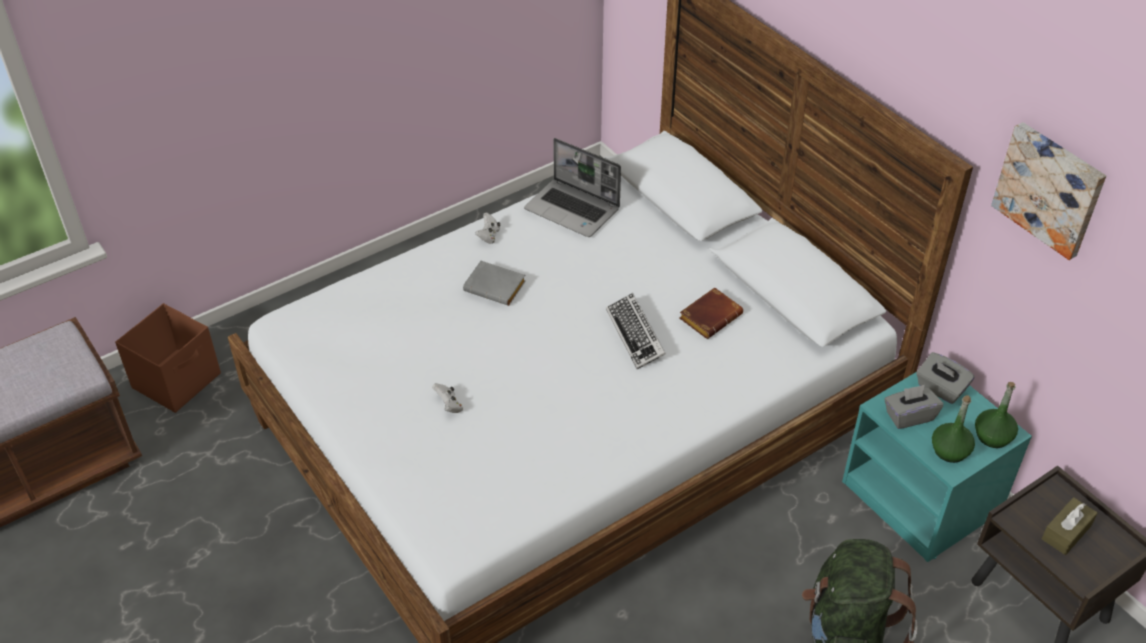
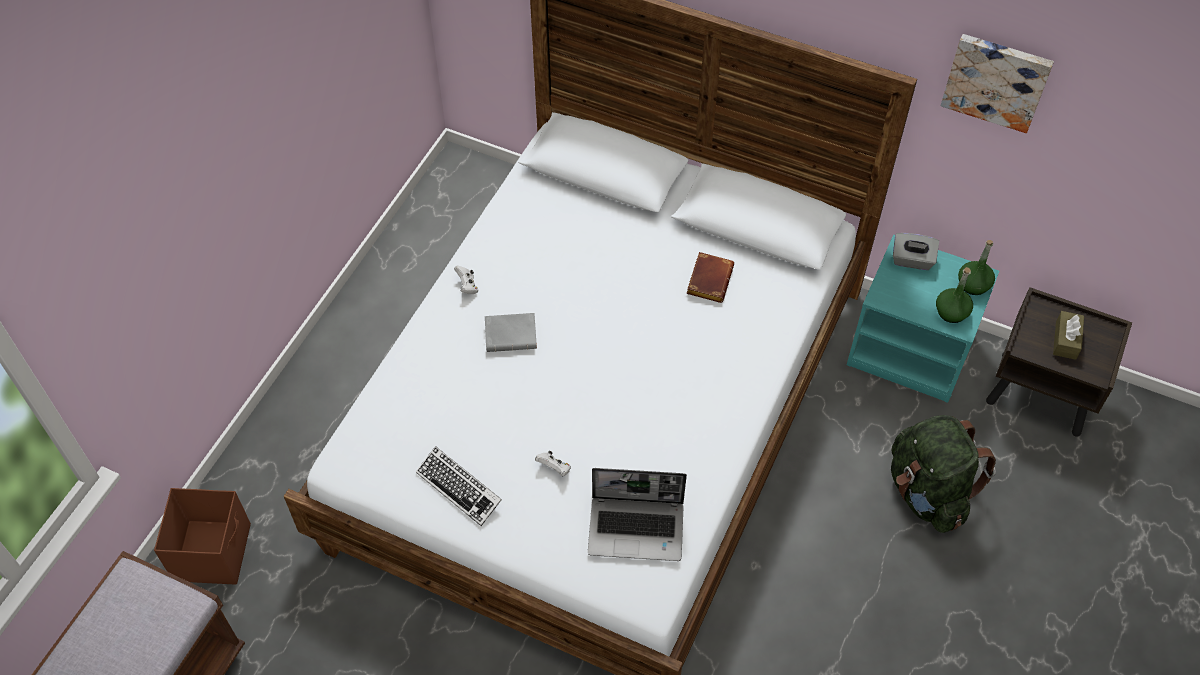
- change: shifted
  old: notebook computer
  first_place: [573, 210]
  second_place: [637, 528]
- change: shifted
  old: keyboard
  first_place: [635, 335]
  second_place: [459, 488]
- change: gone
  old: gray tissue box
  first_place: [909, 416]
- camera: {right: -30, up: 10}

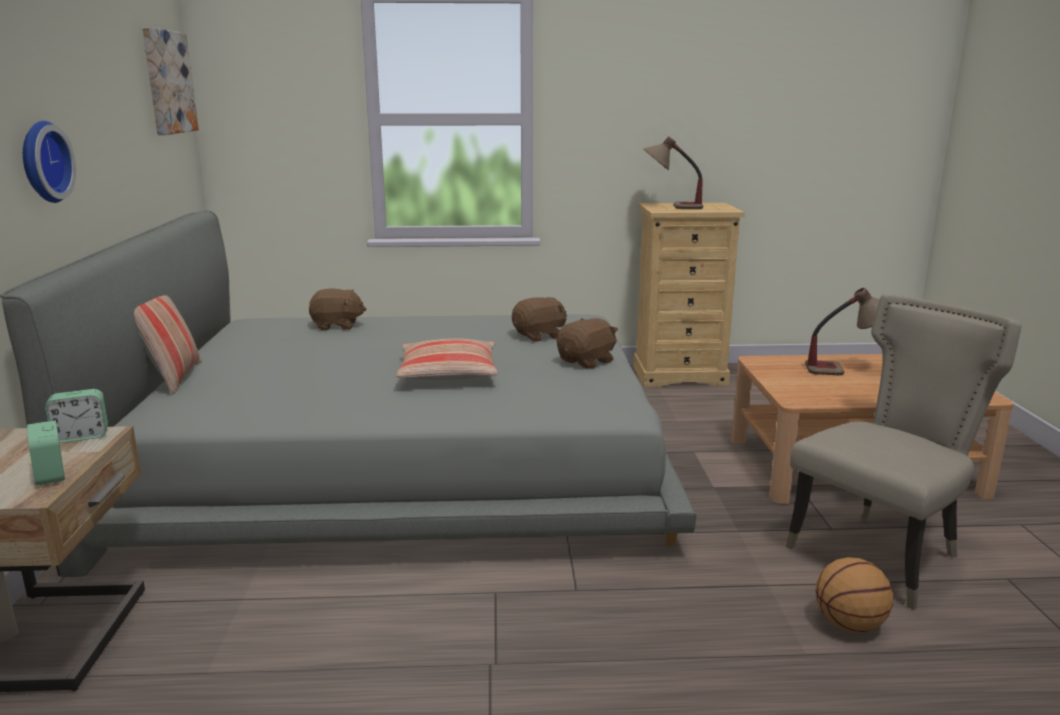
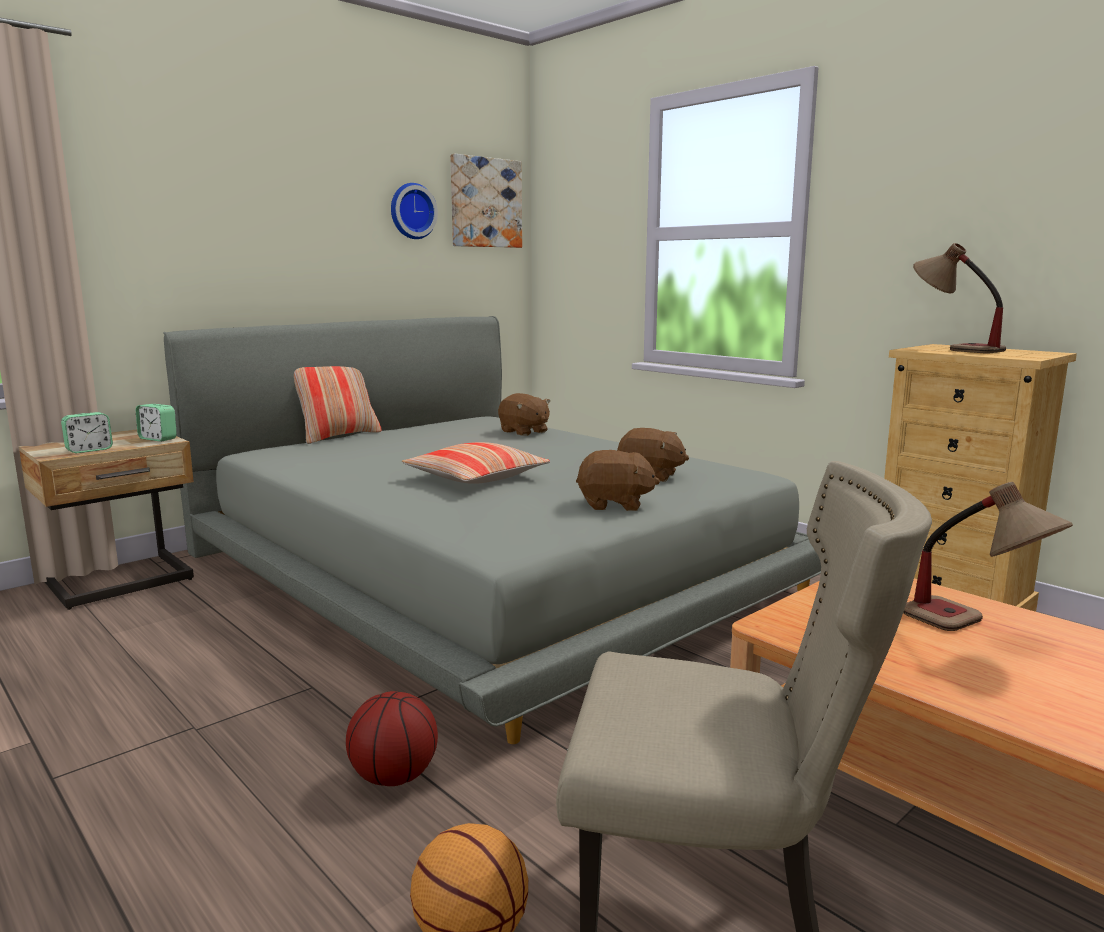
- change: shifted
  old: hanging clock
  first_place: [42, 162]
  second_place: [411, 211]
- change: rotated
  old: table clock
  first_place: [50, 475]
  second_place: [89, 450]
  degrees: -150
- change: new
  new: basketball
  second_place: [394, 777]
- camera: {right: 50, up: -5}

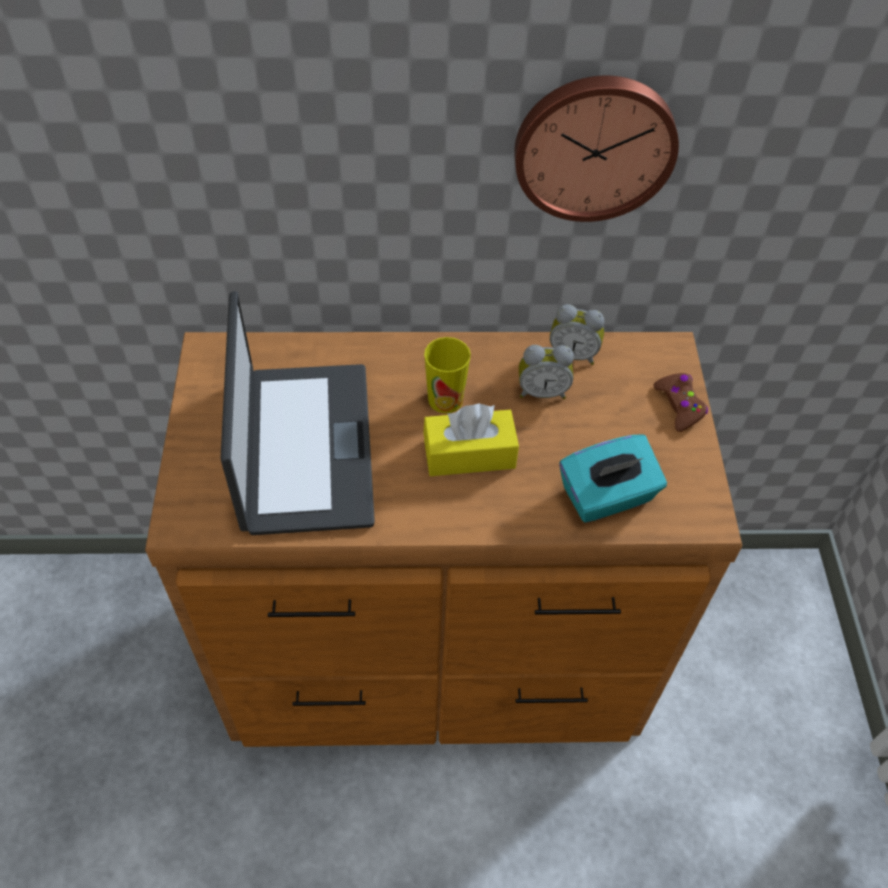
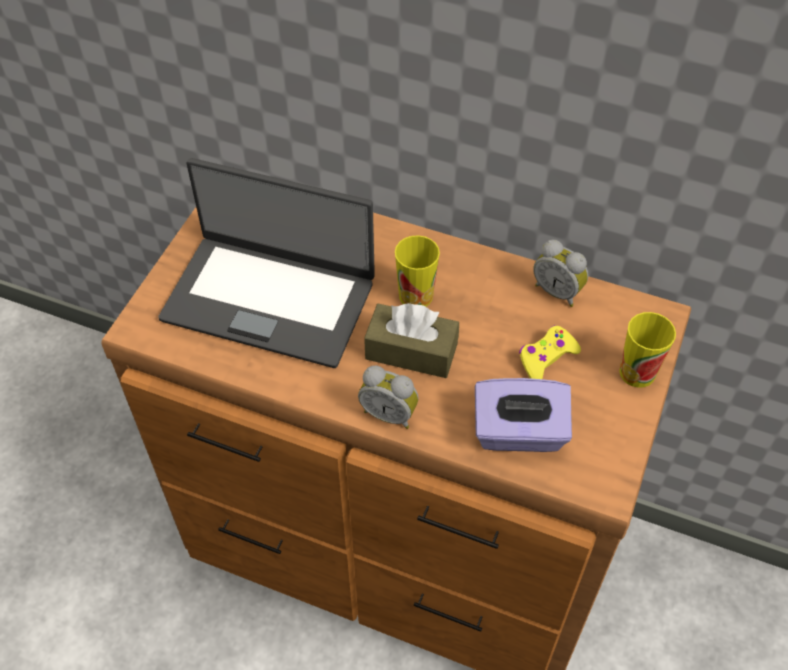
- change: rotated
  old: notebook computer
  first_place: [303, 448]
  second_place: [270, 298]
  degrees: 90
- change: repainted
  old: yellow tissue box
  new: brownish tissue box
  first_place: [469, 454]
  second_place: [411, 351]
- change: gone
  old: hanging clock
  first_place: [594, 146]
- change: shifted
  old: table clock
  first_place: [542, 391]
  second_place: [389, 413]
- change: repainted
  old: turquoise-coloured tissue box
  new: purple-coloured tissue box
  first_place: [607, 496]
  second_place: [519, 433]
- change: swapped
  old: brownish game controller
  new: drinking cup
  first_place: [679, 405]
  second_place: [637, 372]
- change: new
  new: yellow game controller
  second_place: [546, 358]
- camera: {right: 25, up: 0}

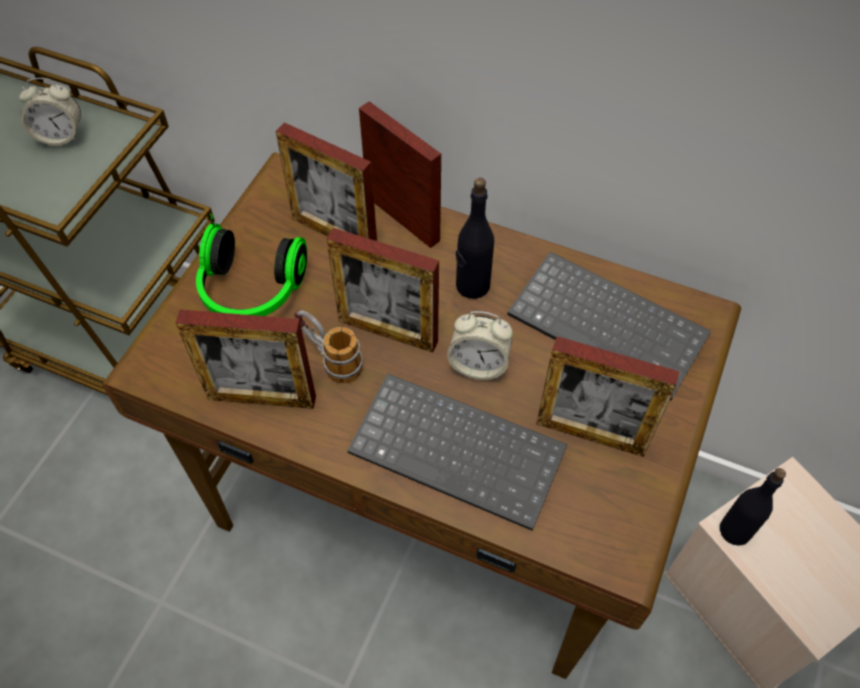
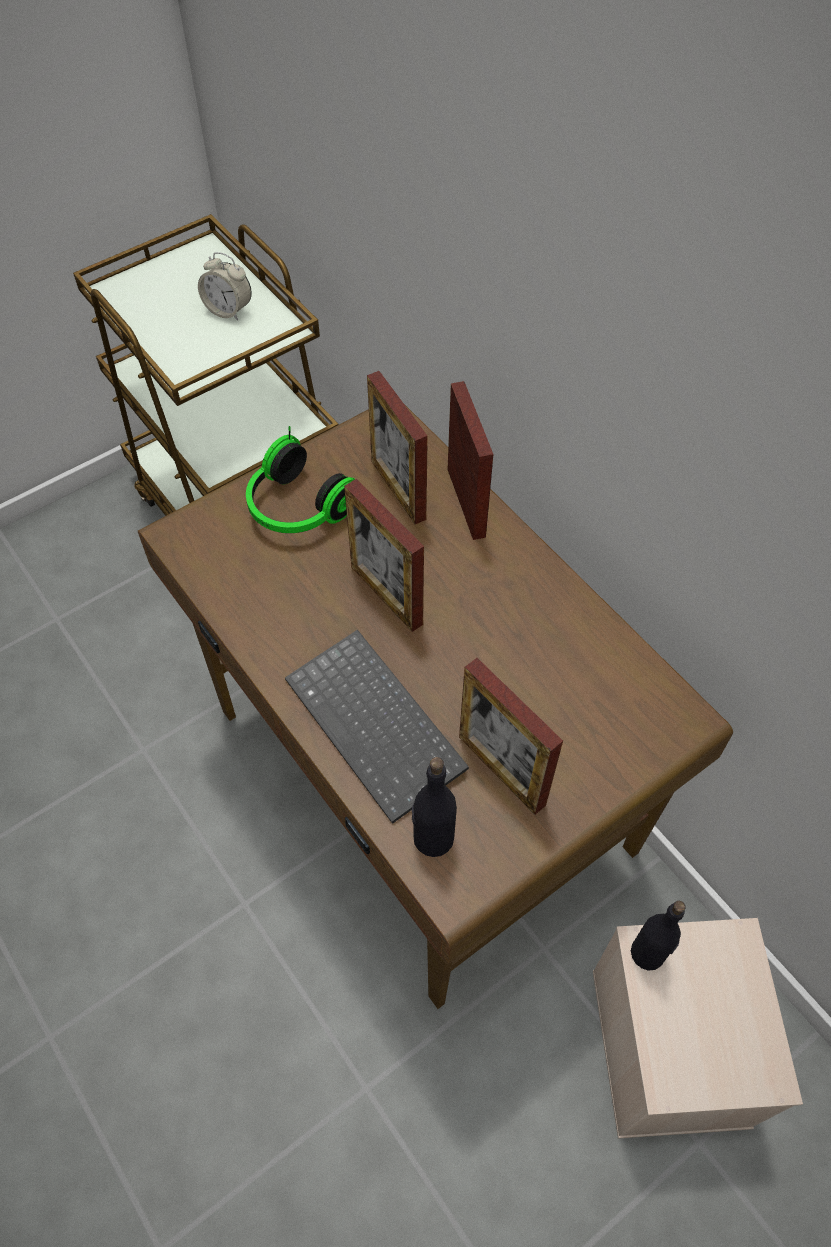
- change: gone
  old: photo frame
  first_place: [262, 397]
- change: gone
  old: mug
  first_place: [330, 360]
- change: gone
  old: table clock
  first_place: [478, 364]
- change: shifted
  old: black-coloured beverage bottle
  first_place: [472, 285]
  second_place: [433, 838]
- change: gone
  old: keyboard
  first_place: [610, 325]
- camera: {right: 30, up: 0}

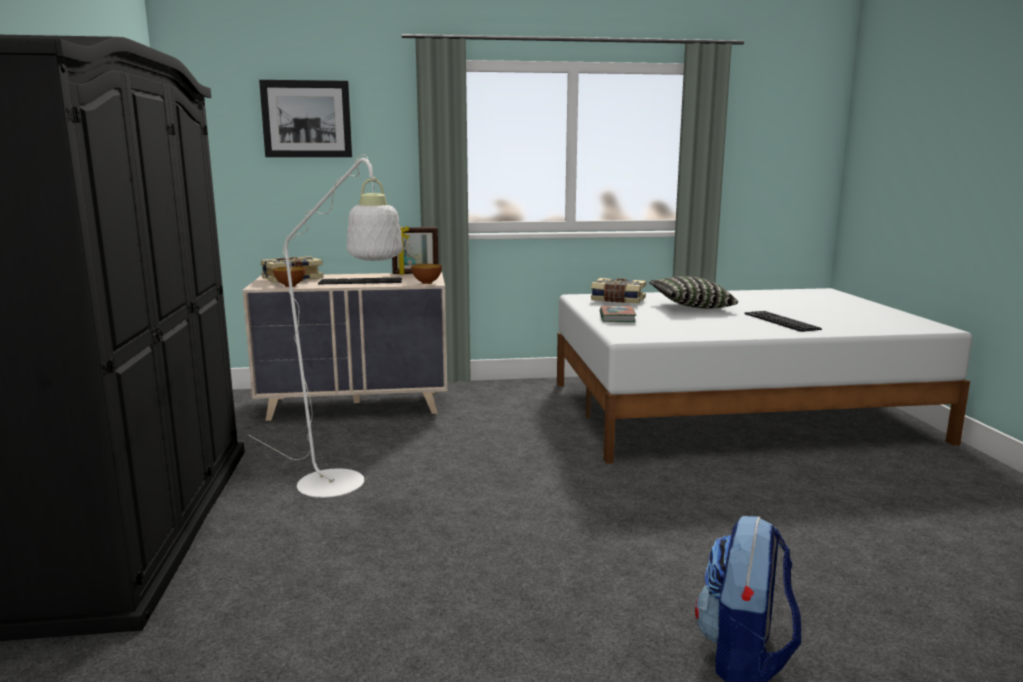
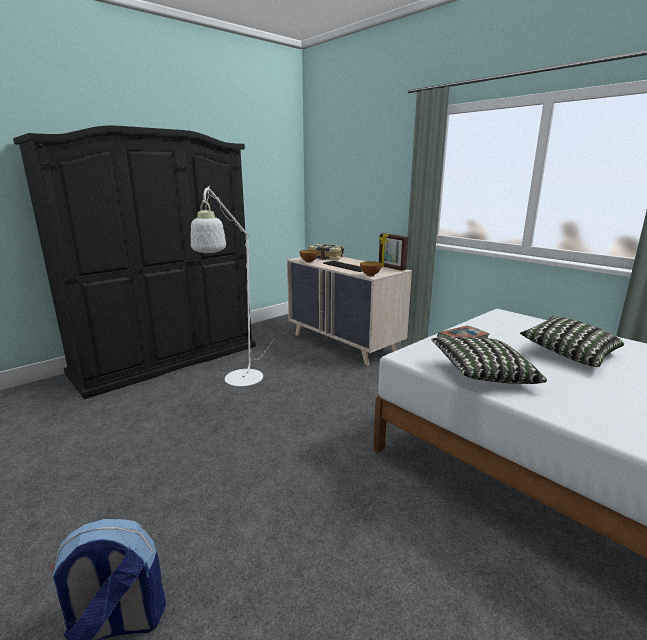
- change: gone
  old: picture
  first_place: [306, 119]
- change: gone
  old: bound book
  first_place: [618, 300]
- change: gone
  old: keyboard
  first_place: [781, 321]
- change: new
  new: cushion
  second_place: [481, 375]
- camera: {right: 55, up: 5}

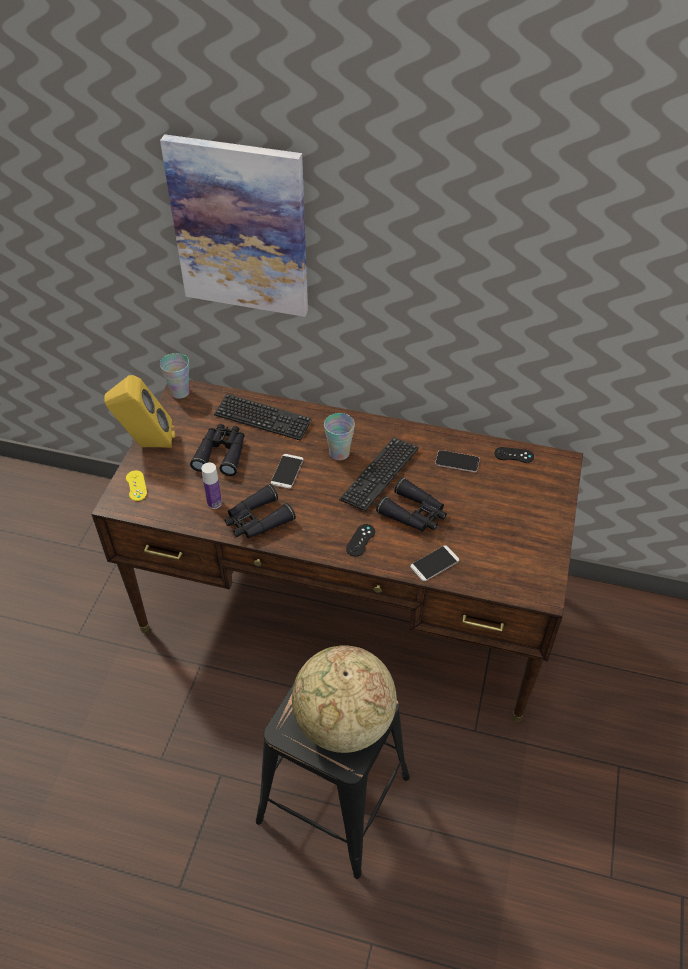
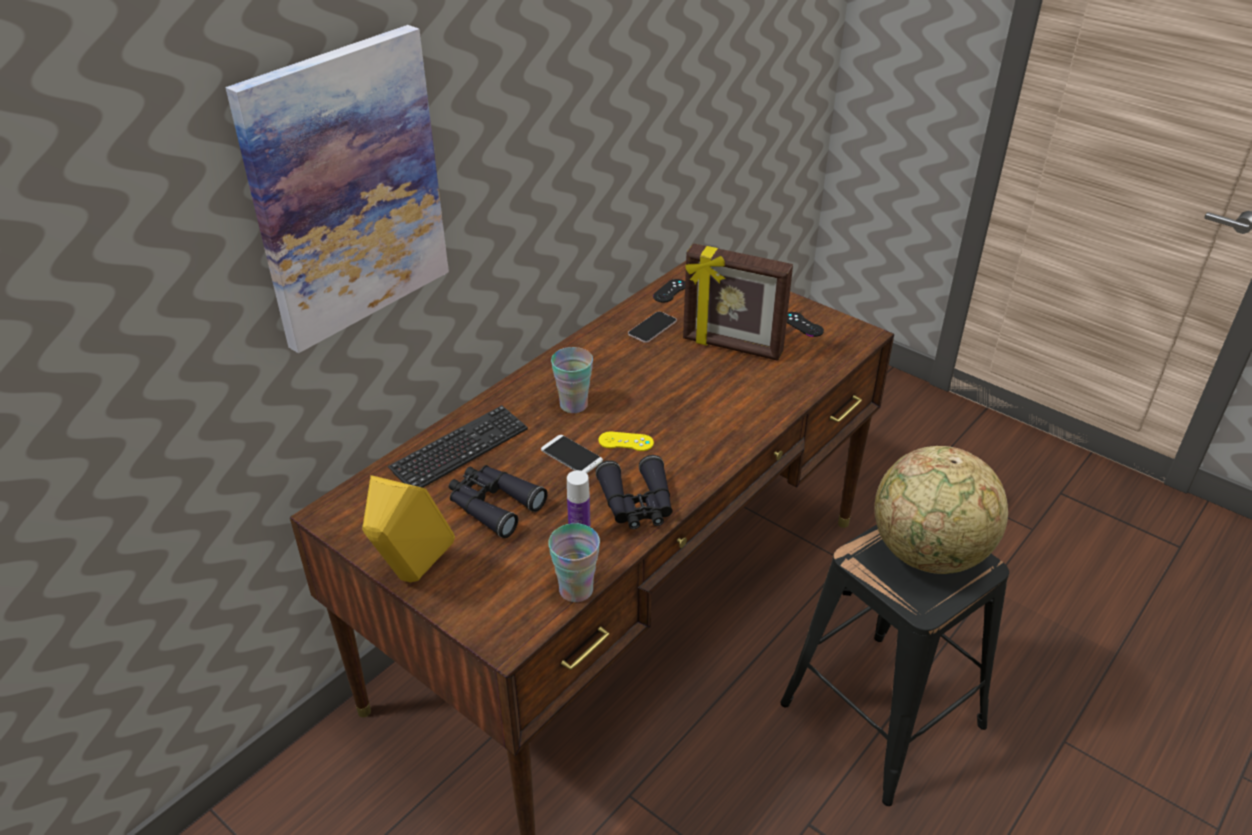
- change: shifted
  old: yellow game controller
  first_place: [136, 486]
  second_place: [626, 442]
- change: shifted
  old: drinking cup
  first_place: [179, 392]
  second_place: [576, 590]
- change: gone
  old: keyboard
  first_place: [379, 475]
- change: shifted
  old: black-coloured game controller
  first_place: [360, 540]
  second_place: [803, 324]
- change: gone
  old: black-coloured binoculars
  first_place: [414, 514]
- change: gone
  old: telephone
  first_place: [434, 563]
- change: new
  new: photo frame
  second_place: [732, 347]
- camera: {right: -65, up: -10}

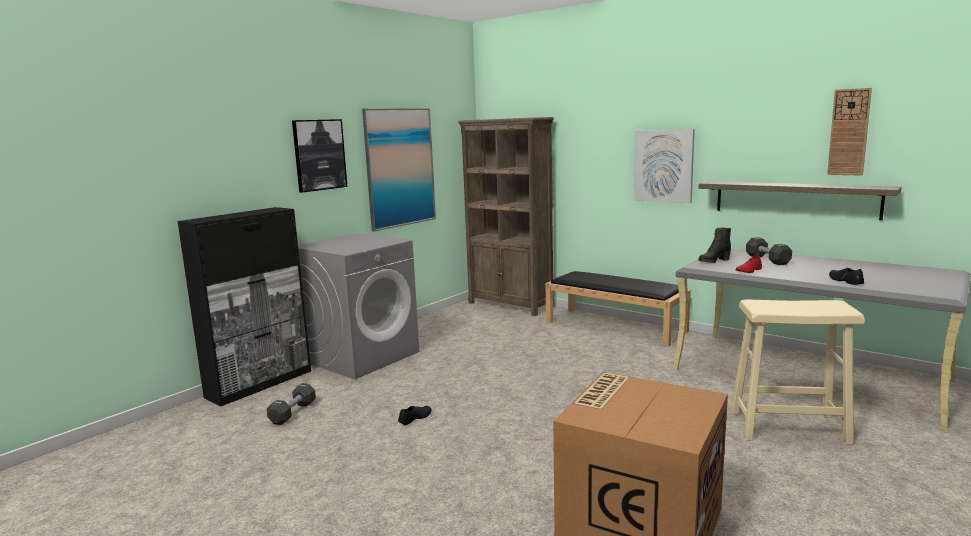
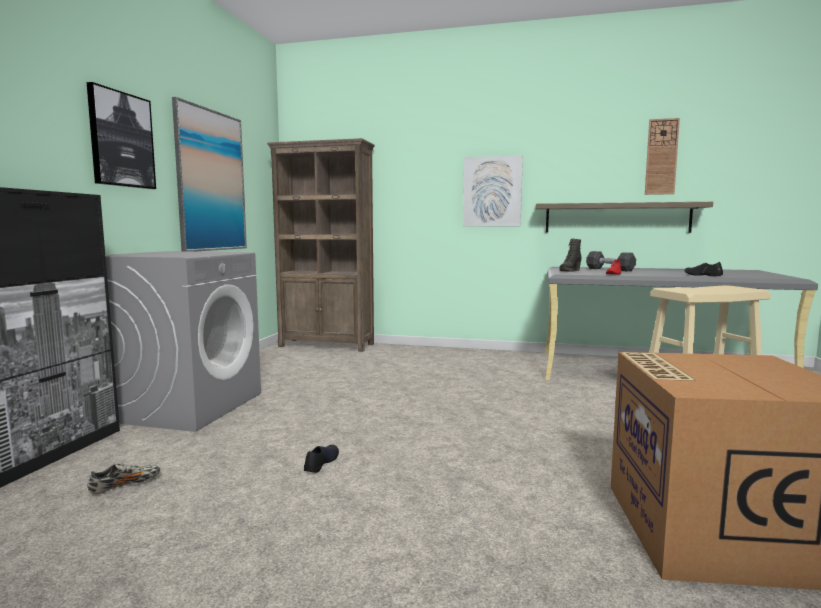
- change: swapped
  old: black-coloured free weight
  new: shoe
  first_place: [293, 413]
  second_place: [125, 486]
- change: gone
  old: black-coloured bench
  first_place: [616, 326]
- camera: {right: -25, up: -5}

